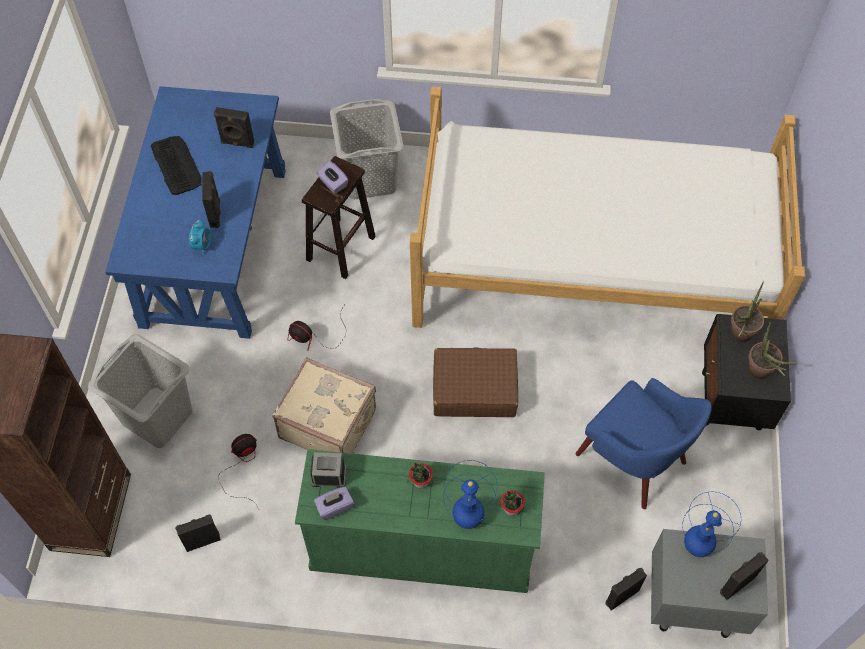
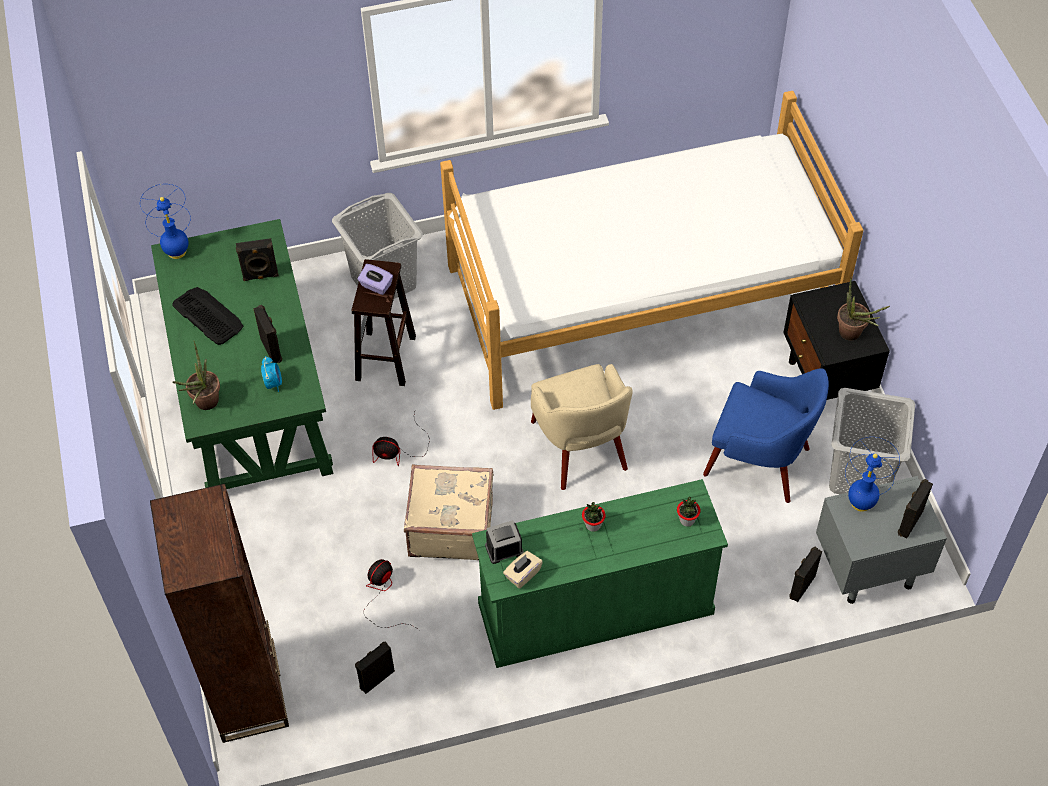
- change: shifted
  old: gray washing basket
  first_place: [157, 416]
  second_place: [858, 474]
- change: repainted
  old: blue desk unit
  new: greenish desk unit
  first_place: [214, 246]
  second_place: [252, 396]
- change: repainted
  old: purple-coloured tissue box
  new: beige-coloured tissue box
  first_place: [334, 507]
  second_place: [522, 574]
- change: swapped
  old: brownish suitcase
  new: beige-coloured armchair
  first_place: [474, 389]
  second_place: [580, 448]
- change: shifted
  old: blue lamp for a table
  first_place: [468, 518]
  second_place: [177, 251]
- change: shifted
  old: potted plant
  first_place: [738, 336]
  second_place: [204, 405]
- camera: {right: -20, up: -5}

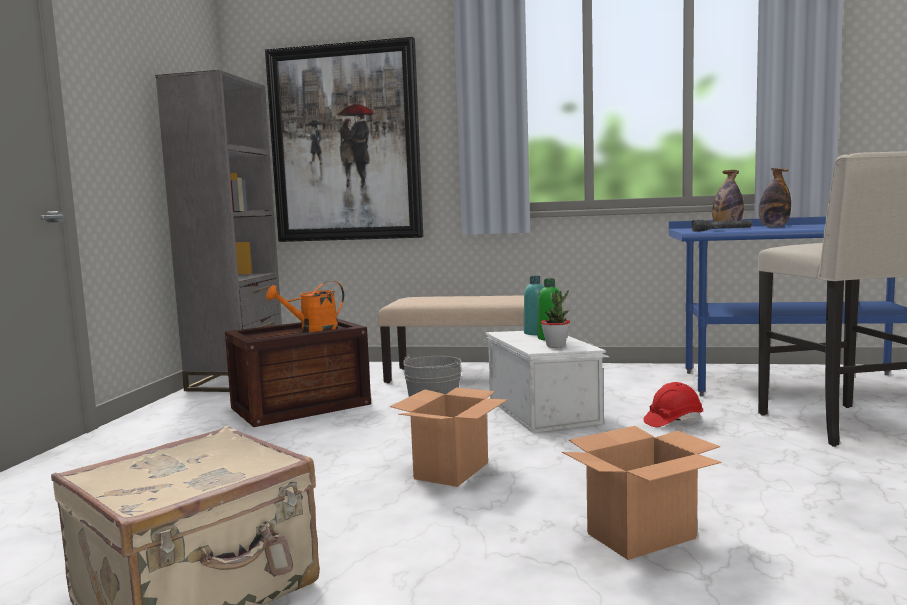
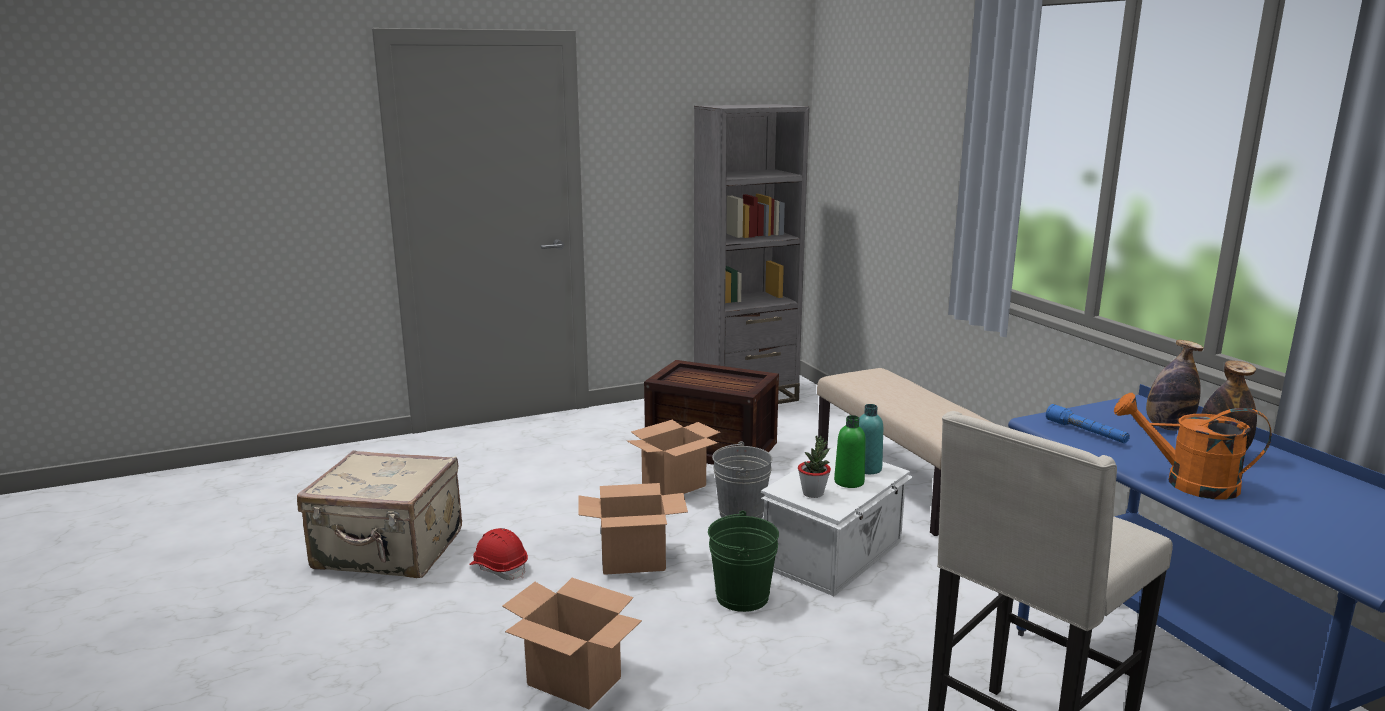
- change: gone
  old: picture
  first_place: [345, 143]
- change: shifted
  old: orange-coloured sprinkling can
  first_place: [312, 331]
  second_place: [1188, 483]
- change: shifted
  old: red-coloured safety helmet
  first_place: [673, 421]
  second_place: [499, 568]
- change: repainted
  old: gray hand torch
  new: blue hand torch
  first_place: [721, 230]
  second_place: [1086, 432]
- change: new
  new: carton
  second_place: [674, 486]
- change: new
  new: greenish water bucket
  second_place: [742, 596]
- camera: {right: 55, up: 10}

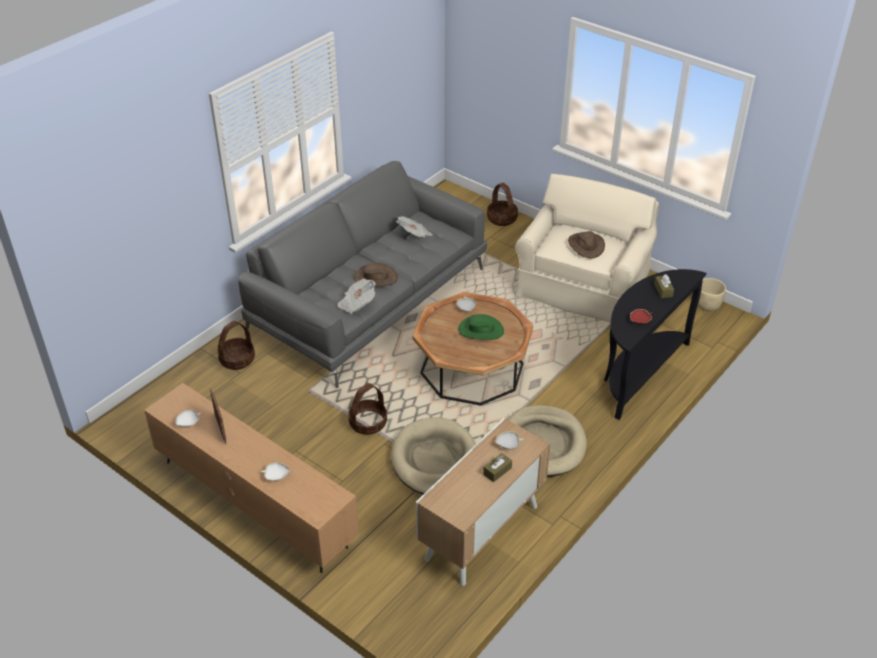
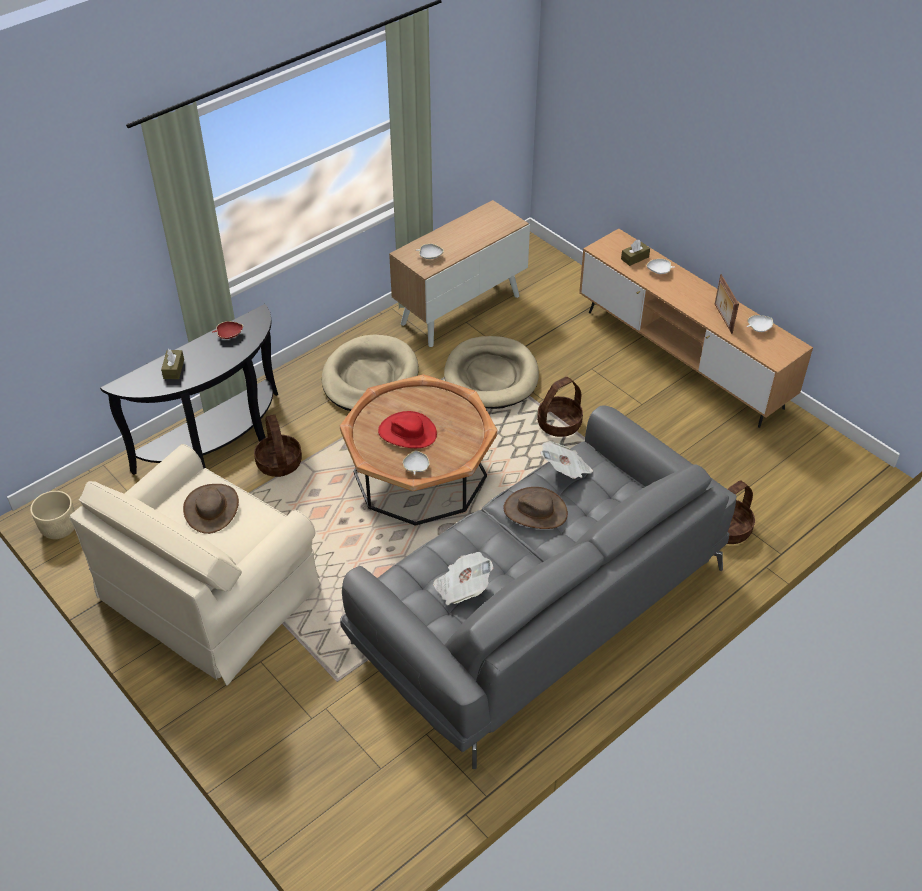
- change: repainted
  old: greenish clothing hat
  new: red-coloured clothing hat
  first_place: [480, 330]
  second_place: [407, 432]
- change: shifted
  old: brownish tissue box
  first_place: [497, 471]
  second_place: [635, 258]
- change: shifted
  old: basket
  first_place: [502, 219]
  second_place: [279, 463]
- camera: {right: -170, up: 5}

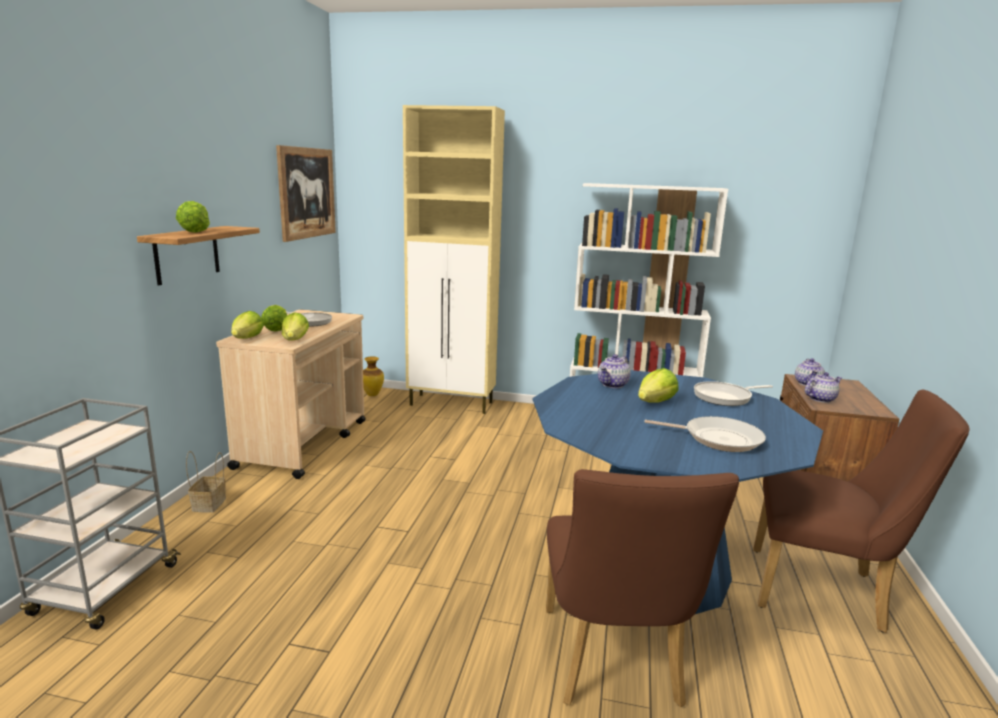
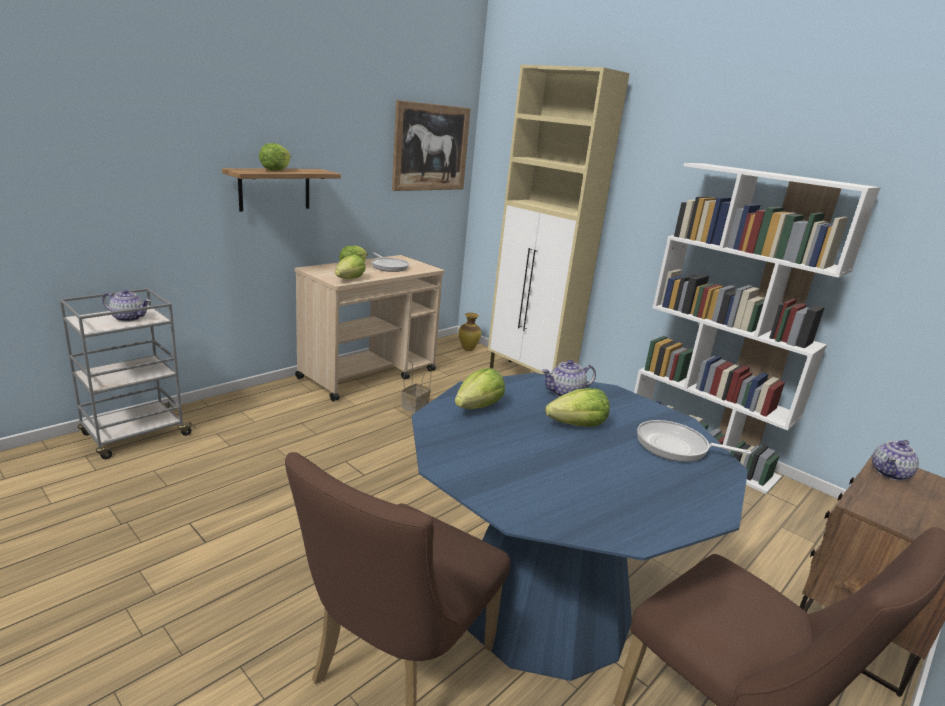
- change: shifted
  old: basket
  first_place: [209, 505]
  second_place: [415, 406]
- change: shifted
  old: lettuce head
  first_place: [247, 339]
  second_place: [478, 407]
- change: gone
  old: pan
  first_place: [718, 438]
- change: shifted
  old: tea pot
  first_place: [820, 399]
  second_place: [129, 318]
- camera: {right: 30, up: 5}

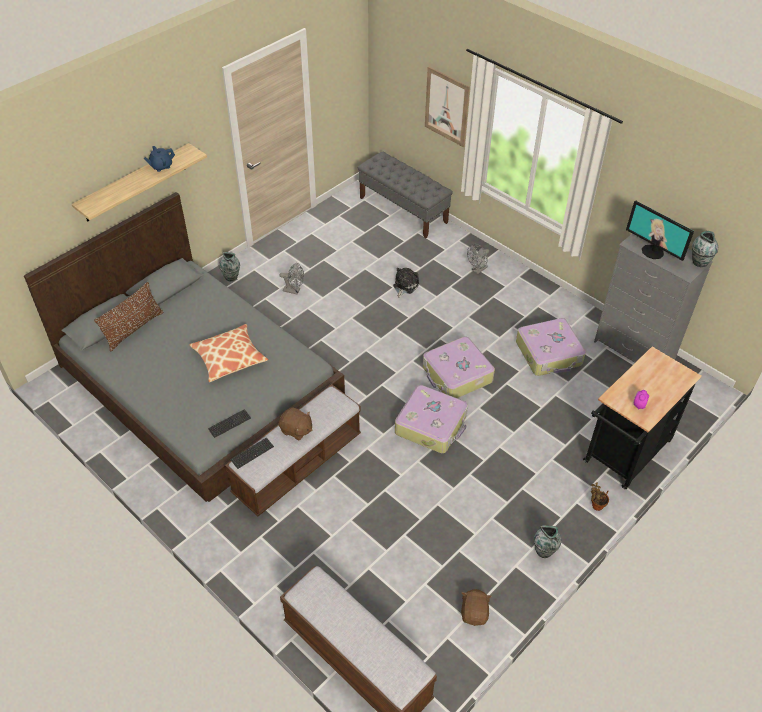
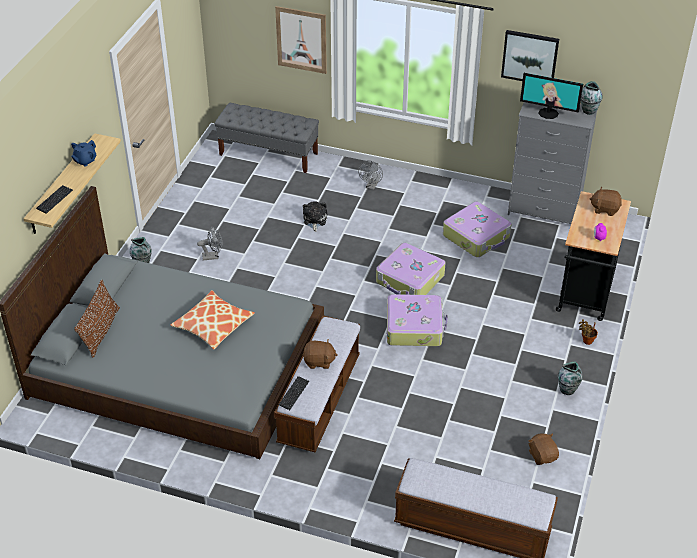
- change: shifted
  old: keyboard
  first_place: [229, 424]
  second_place: [54, 200]
- change: new
  new: picture
  second_place: [530, 57]
- change: new
  new: brownish plush toy
  second_place: [605, 209]
- camera: {right: -25, up: -5}

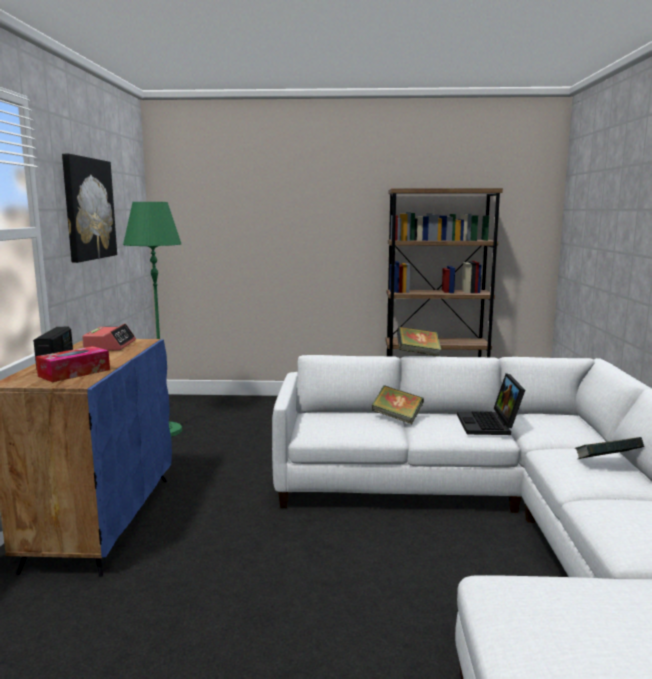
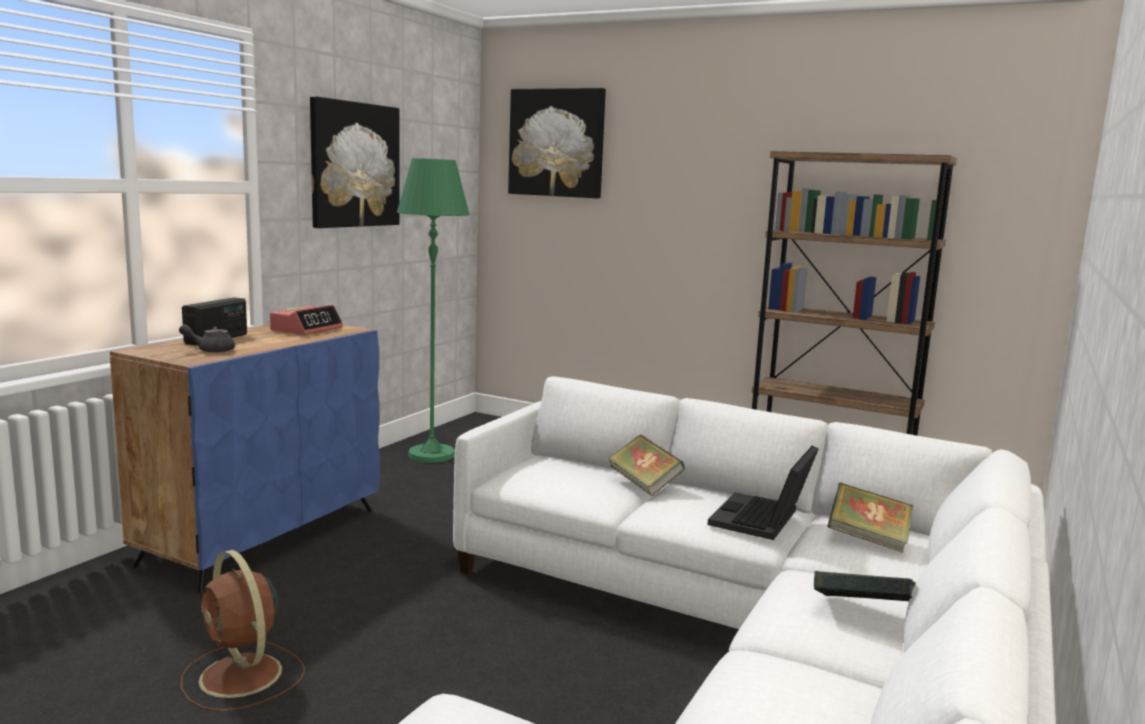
- change: swapped
  old: tissue box
  new: gray tea pot
  first_place: [74, 373]
  second_place: [211, 350]
- change: shifted
  old: bound book
  first_place: [418, 354]
  second_place: [868, 540]
- change: new
  new: brownish electric fan
  second_place: [242, 677]
- change: new
  new: picture
  second_place: [557, 143]
- camera: {right: 25, up: 0}

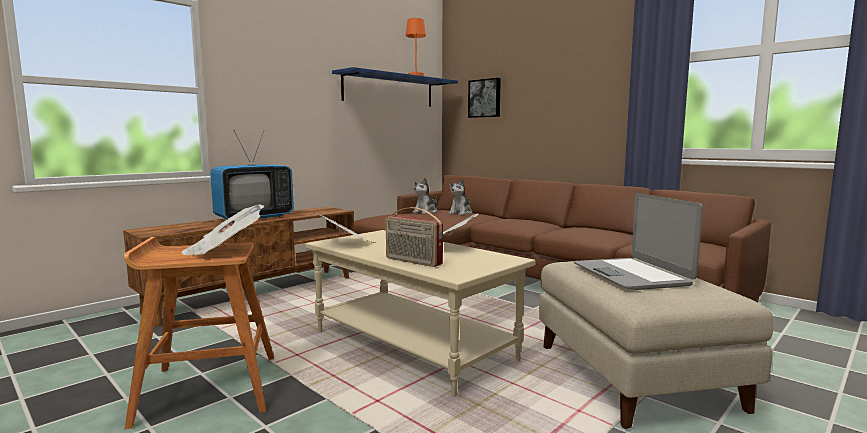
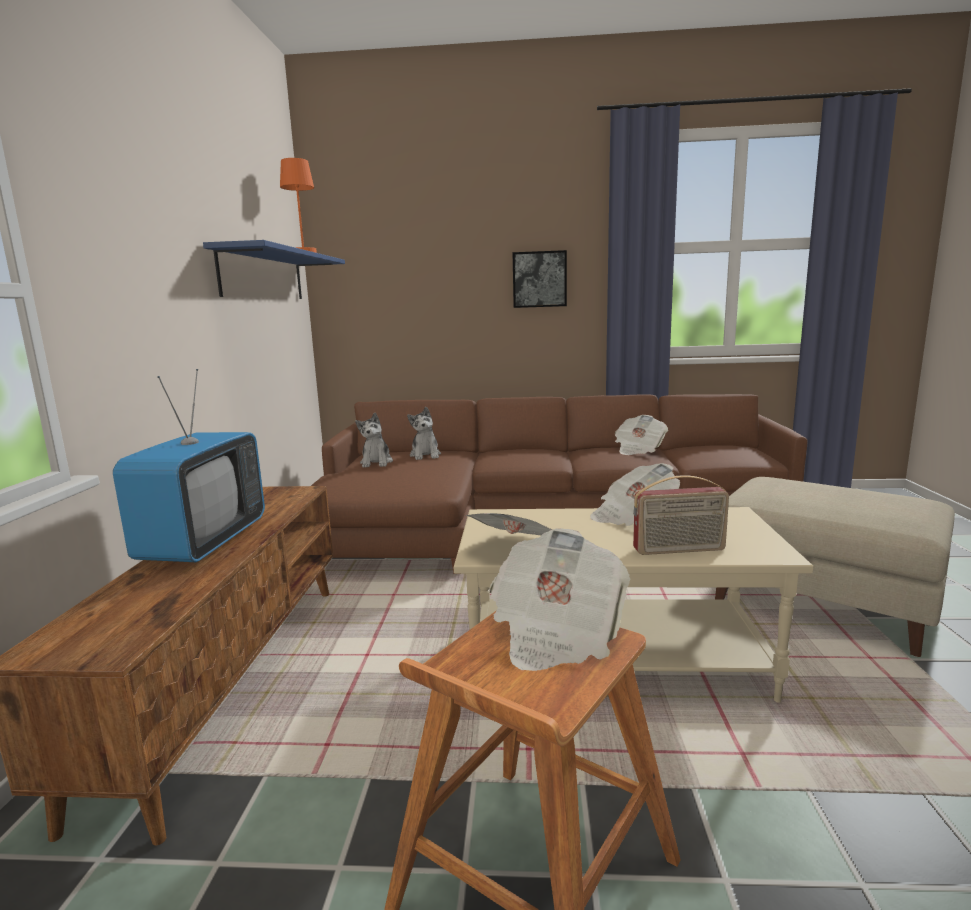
- change: shifted
  old: picture
  first_place: [485, 98]
  second_place: [539, 279]
- change: gone
  old: notebook computer
  first_place: [631, 275]
- change: new
  new: printed paper
  second_place: [638, 449]
- camera: {right: -40, up: 5}

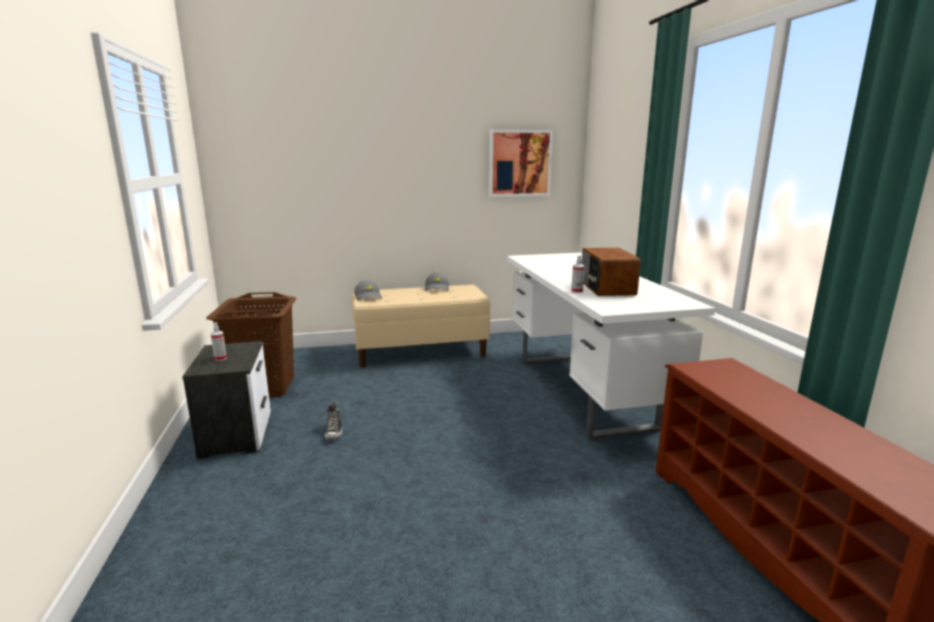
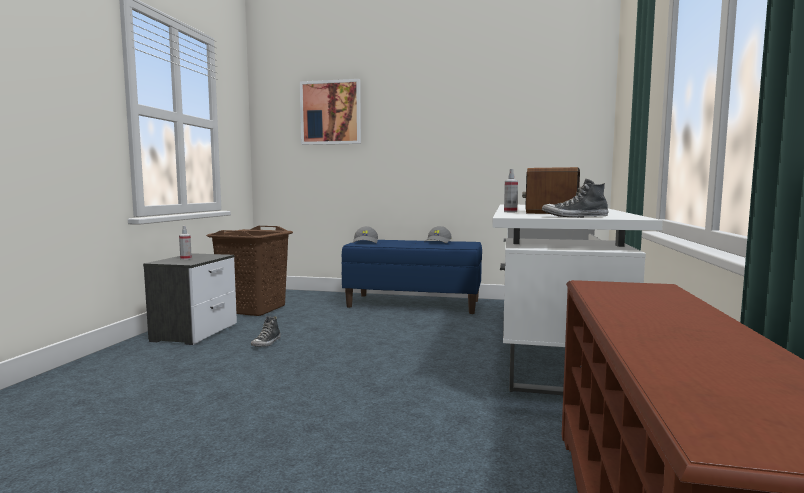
- change: repainted
  old: beige-coloured bench
  new: blue bench
  first_place: [421, 351]
  second_place: [414, 303]
- change: shifted
  old: picture
  first_place: [519, 163]
  second_place: [331, 112]
- change: new
  new: shoe
  second_place: [574, 217]
- camera: {right: 25, up: -10}

